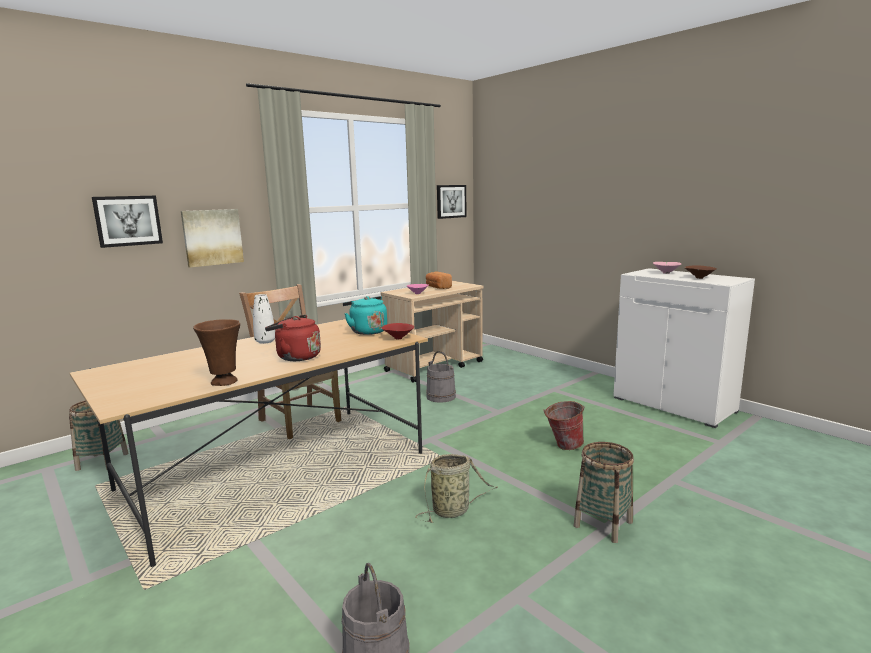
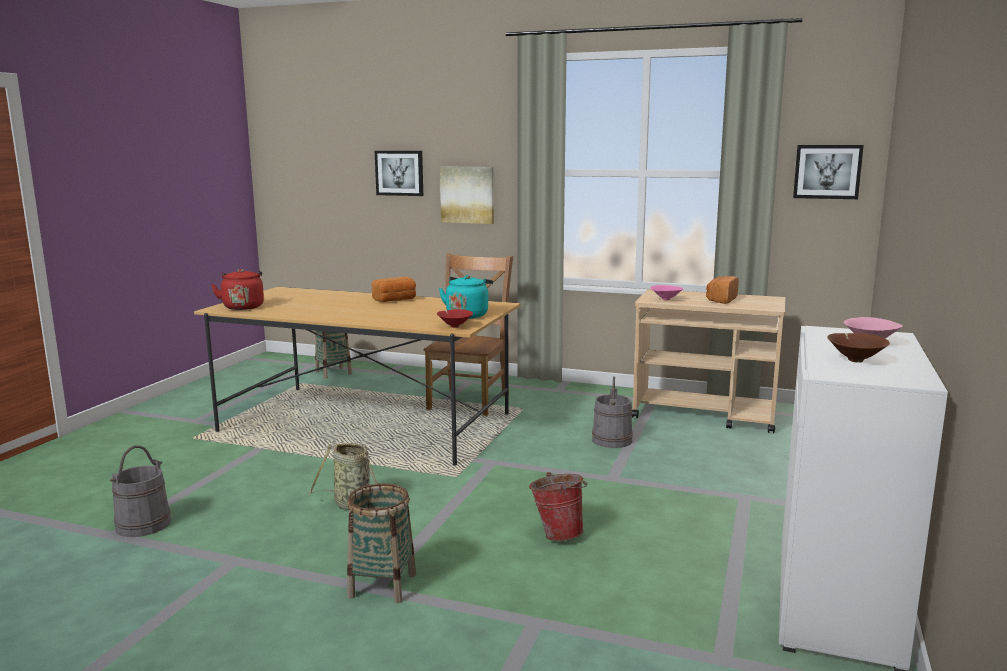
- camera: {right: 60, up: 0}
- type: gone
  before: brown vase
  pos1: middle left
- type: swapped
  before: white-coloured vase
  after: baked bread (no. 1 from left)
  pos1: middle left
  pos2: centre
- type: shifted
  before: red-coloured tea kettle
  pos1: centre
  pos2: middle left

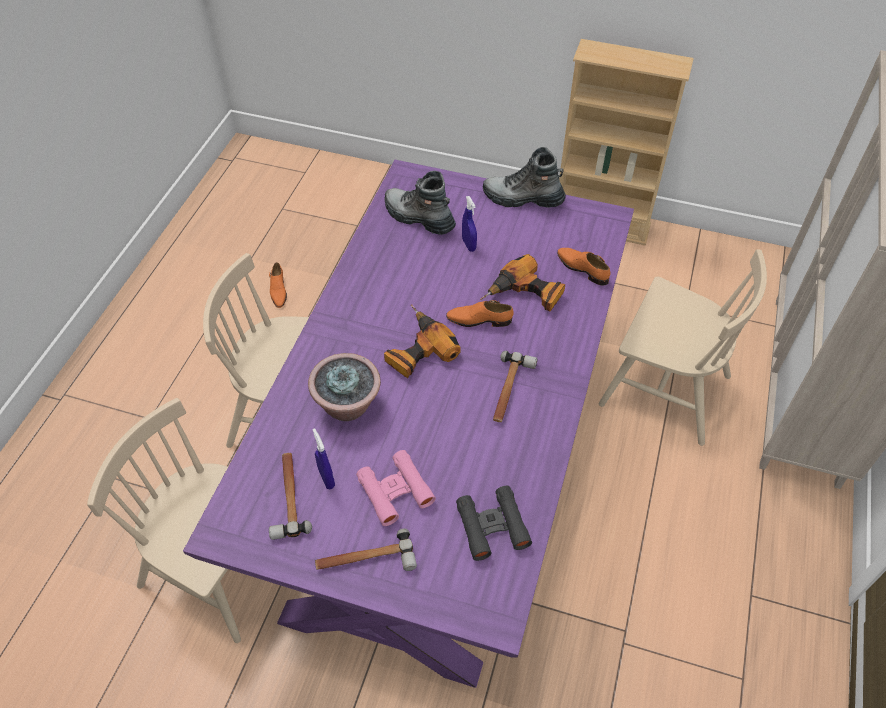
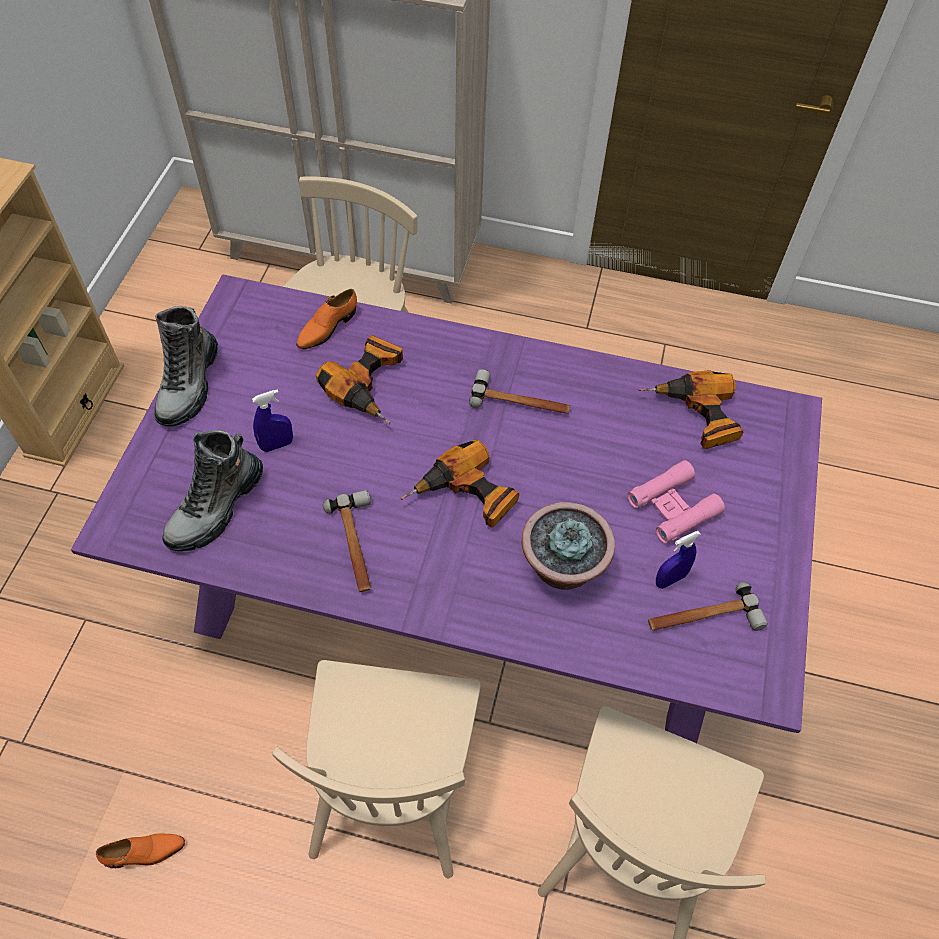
- camera: {right: -95, up: 5}
- type: shifted
  before: hammer (no. 2 from left in the first image)
  after: hammer (no. 1 from left)
  pos1: bottom centre
  pos2: centre
- type: gone
  before: orange-coloured item of footwear (no. 2 from left)
  pos1: centre
- type: swapped
  before: black-coloured pair of binoculars
  after: electric drill (no. 3 from left)
  pos1: bottom centre
  pos2: middle right

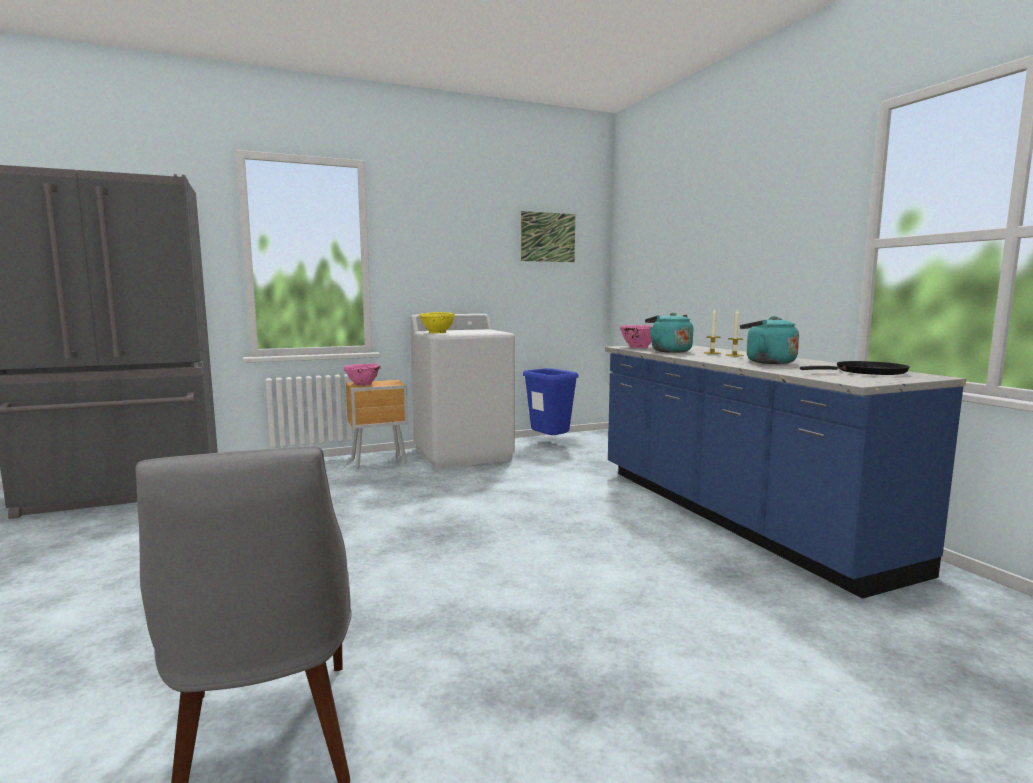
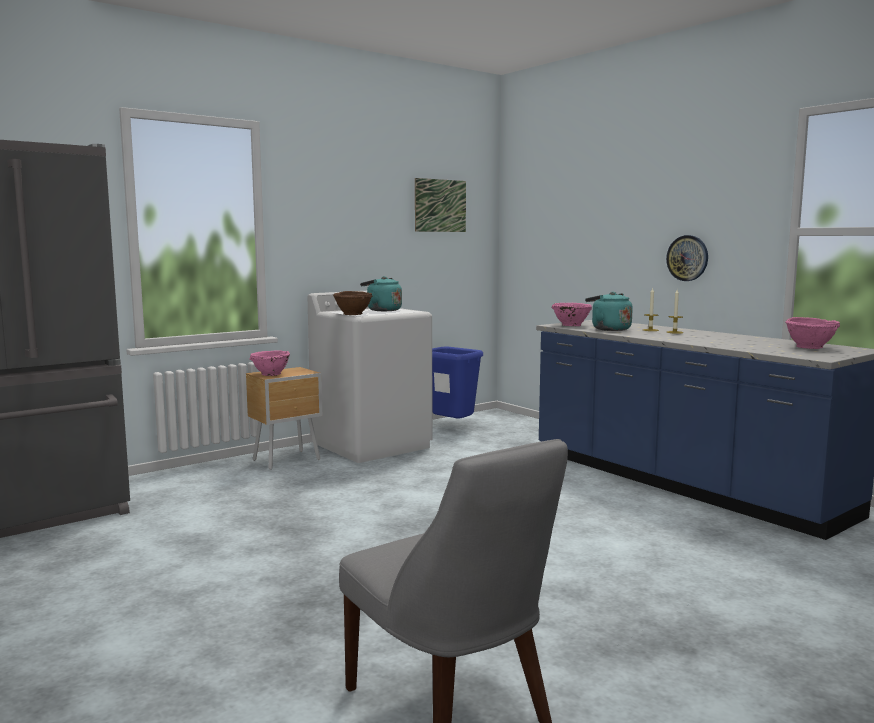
- camera: {right: -15, up: 0}
- type: repainted
  before: yellow-coloured serving bowl
  after: brown serving bowl
  pos1: centre
  pos2: centre
- type: shifted
  before: turquoise-coloured tea kettle (no. 2 from left in the first image)
  after: turquoise-coloured tea kettle (no. 1 from left)
  pos1: middle right
  pos2: centre
- type: swapped
  before: black-coloured skillet
  after: pinkish serving bowl (no. 3 from left)
  pos1: middle right
  pos2: middle right
- type: new
  after: hanging clock
  pos2: middle right

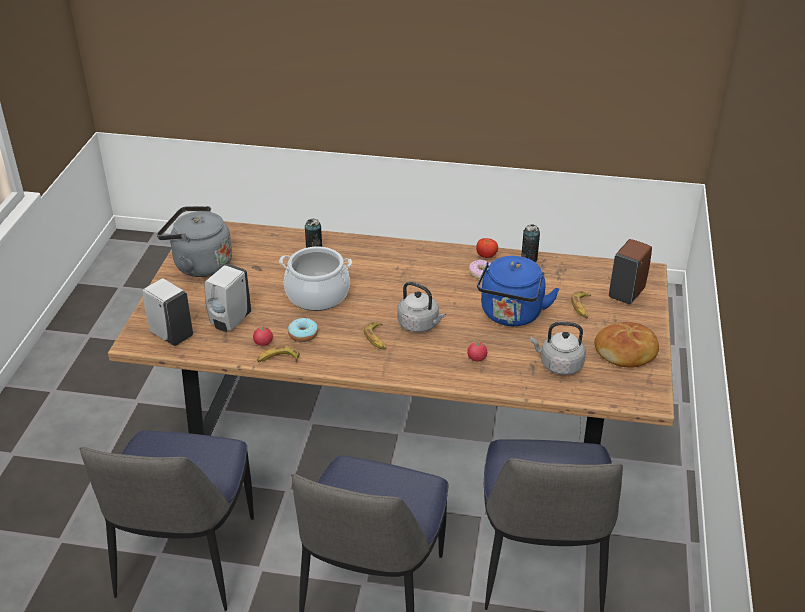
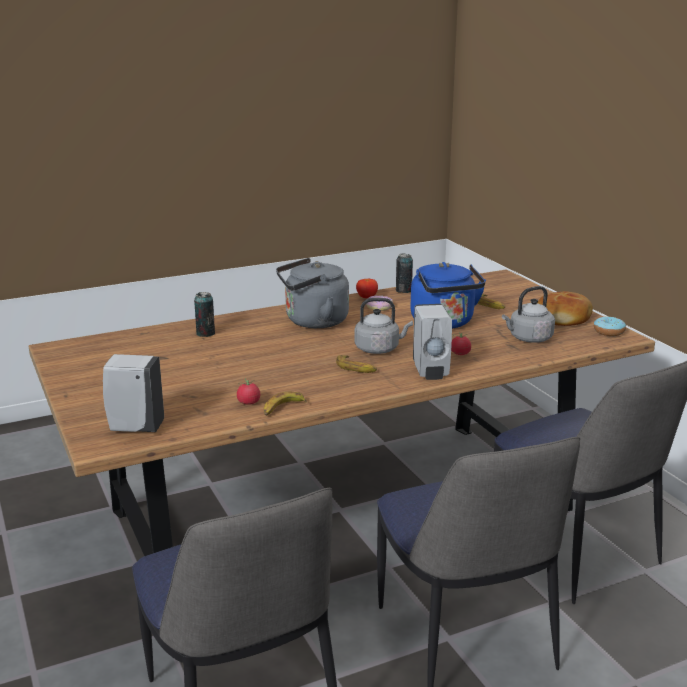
- camera: {right: -35, up: -15}
- type: shifted
  before: greyish tea kettle (no. 1 from left)
  pos1: middle left
  pos2: centre
- type: shifted
  before: white-coloured liquid soap bottle (no. 2 from left)
  pos1: middle left
  pos2: centre
- type: gone
  before: cooking pot
  pos1: centre
- type: shifted
  before: ring doughnut (no. 1 from left in the first image)
  after: ring doughnut (no. 2 from left)
  pos1: centre
  pos2: middle right
- type: gone
  before: brown liquid soap bottle
  pos1: middle right

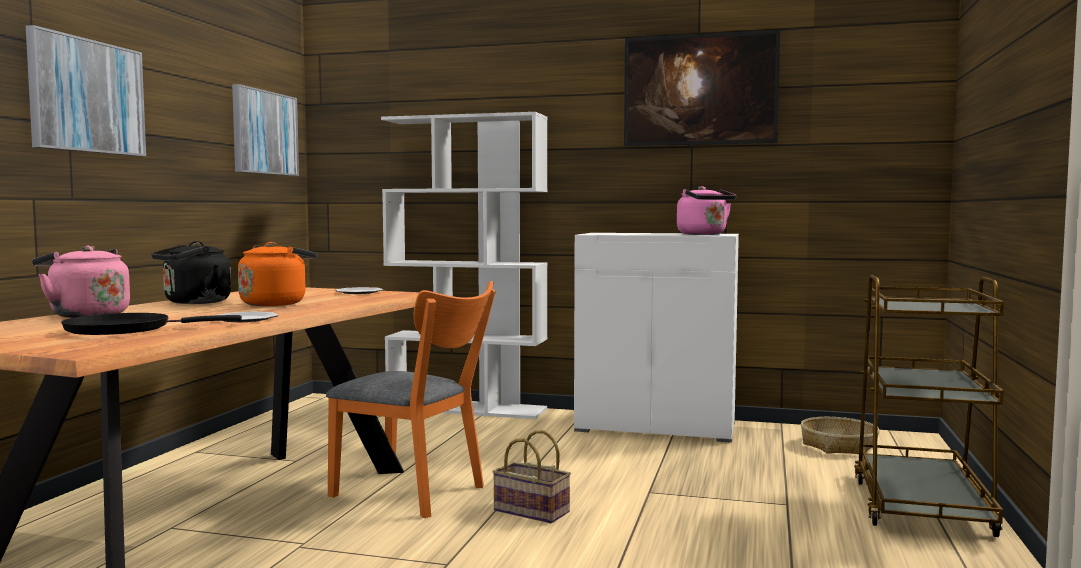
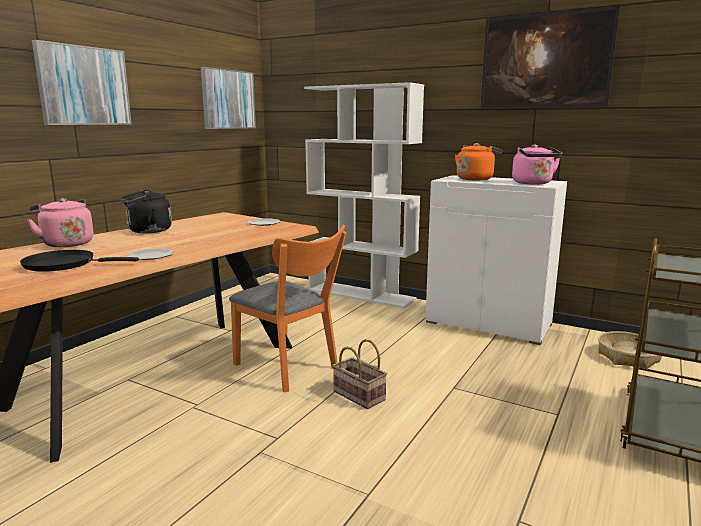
- camera: {right: 15, up: 10}
- type: shifted
  before: orange-coloured tea kettle
  pos1: middle left
  pos2: top right

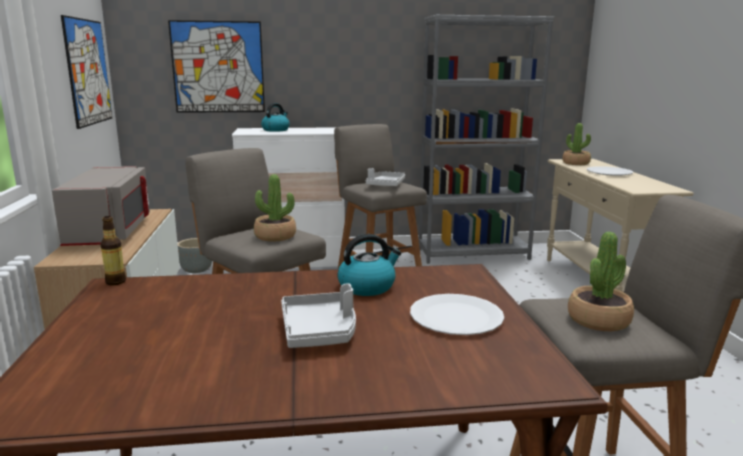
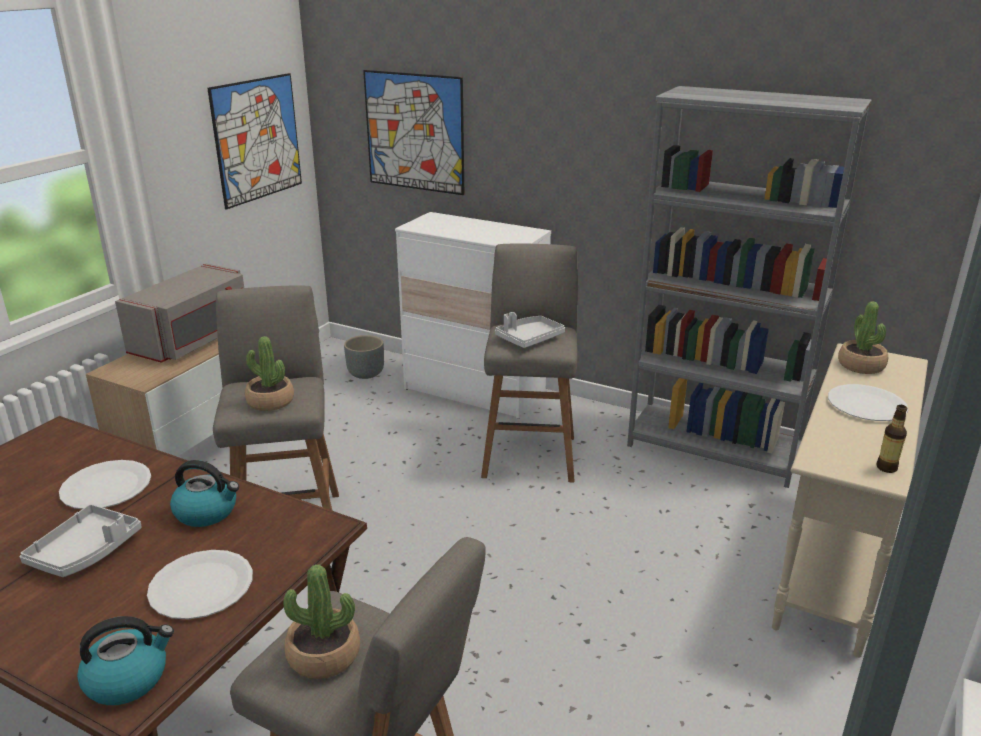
- camera: {right: 35, up: 10}
- type: shifted
  before: bottle
  pos1: middle left
  pos2: middle right
- type: shifted
  before: tea kettle (no. 1 from left)
  pos1: top centre
  pos2: bottom left
- type: new
  after: white-coloured flat dish (no. 1 from left)
  pos2: middle left

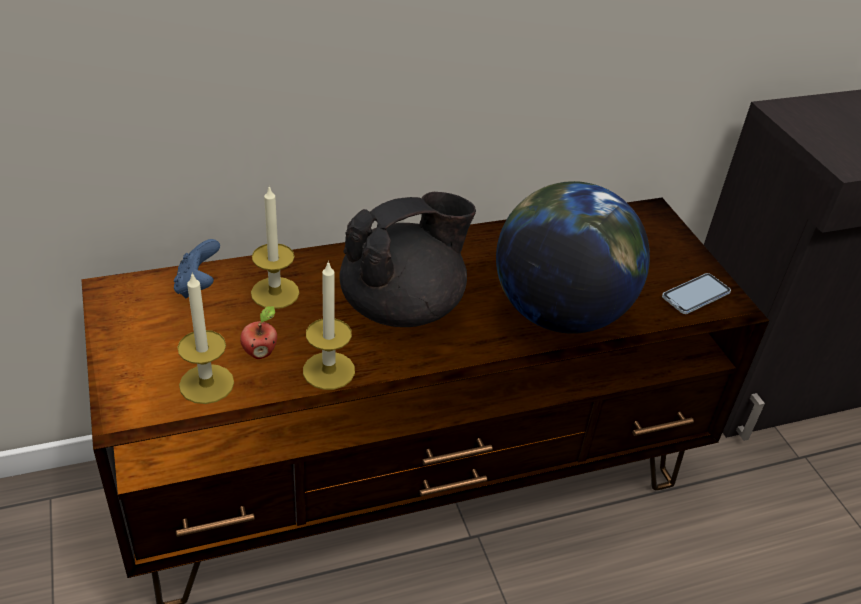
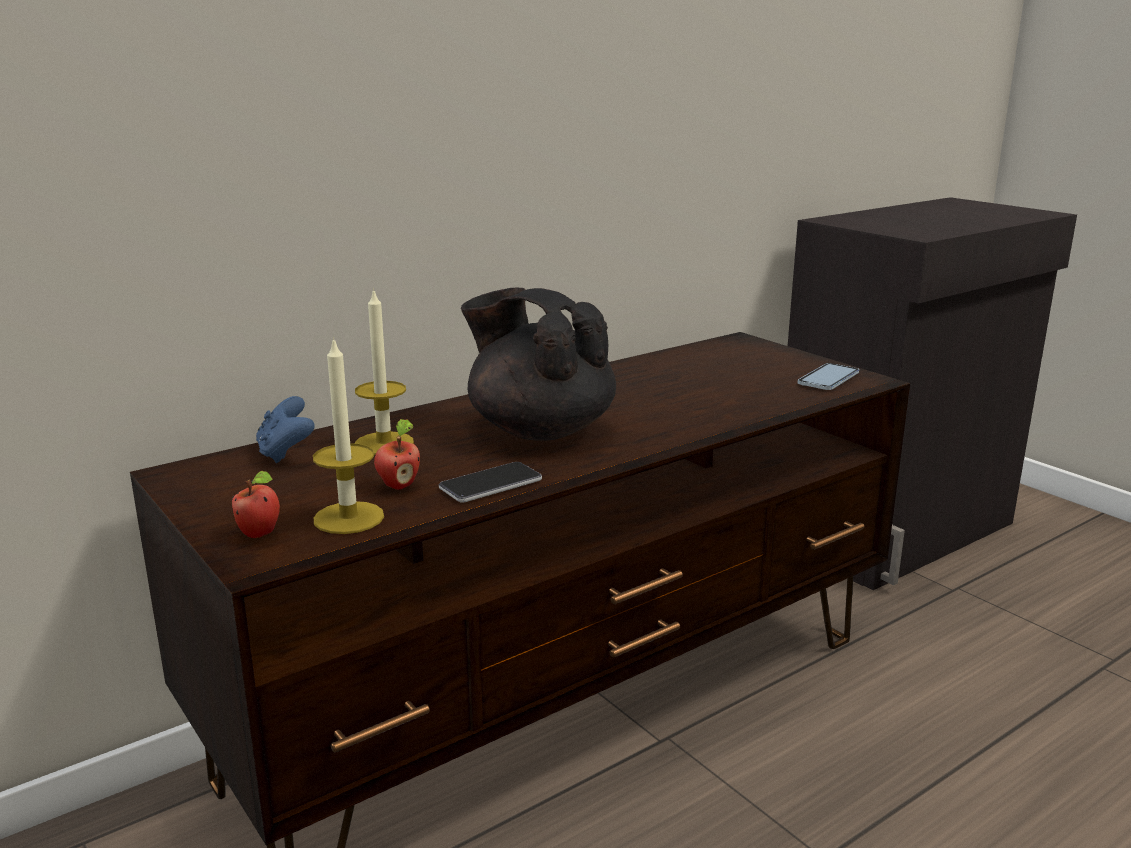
- camera: {right: -15, up: -20}
- type: swapped
  before: wax light (no. 3 from left)
  after: handset (no. 1 from left)
  pos1: centre
  pos2: centre
- type: rotated
  before: black-coloured pot for tea
  pos1: centre
  pos2: centre
  turn: -90
- type: gone
  before: desk globe
  pos1: centre
- type: new
  after: whole apple (no. 1 from left)
  pos2: middle left

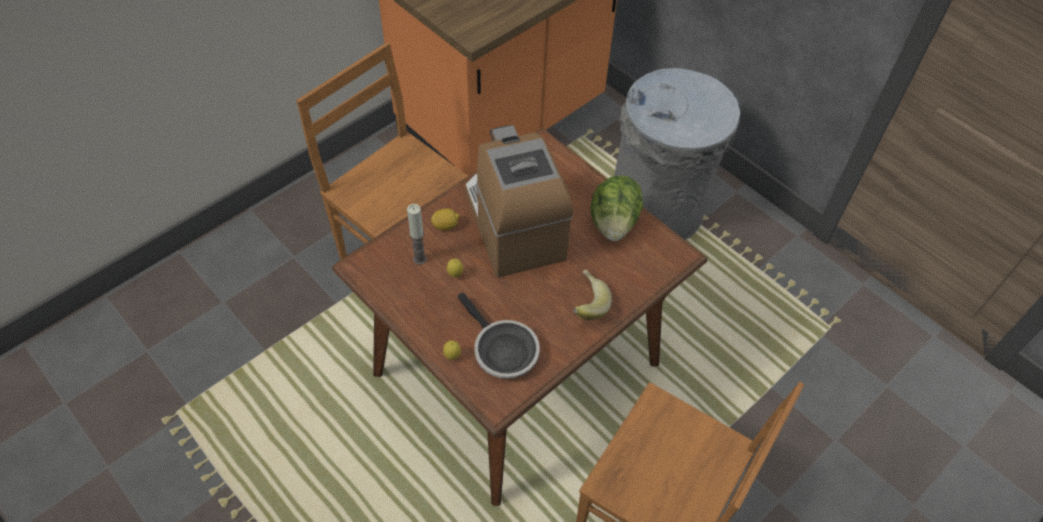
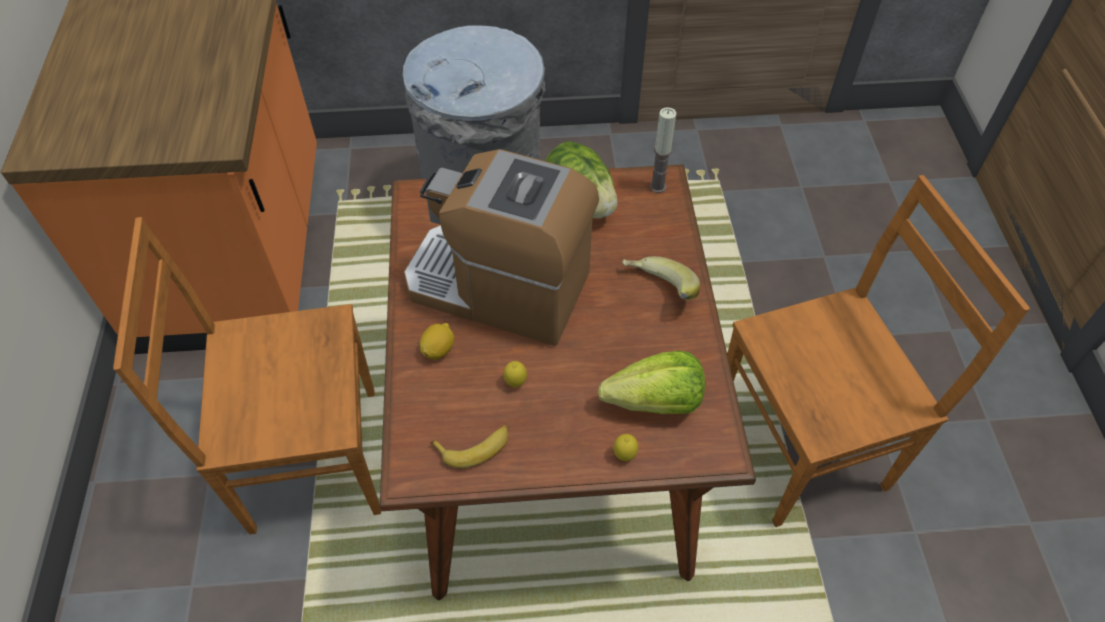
- camera: {right: -50, up: 0}
- type: shifted
  before: wax light
  pos1: centre
  pos2: top centre
- type: swapped
  before: skillet
  after: lettuce (no. 2 from left)
  pos1: centre
  pos2: centre
- type: new
  after: whole banana (no. 1 from left)
  pos2: bottom centre

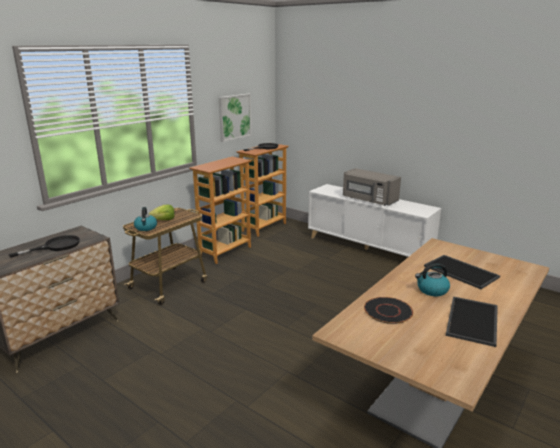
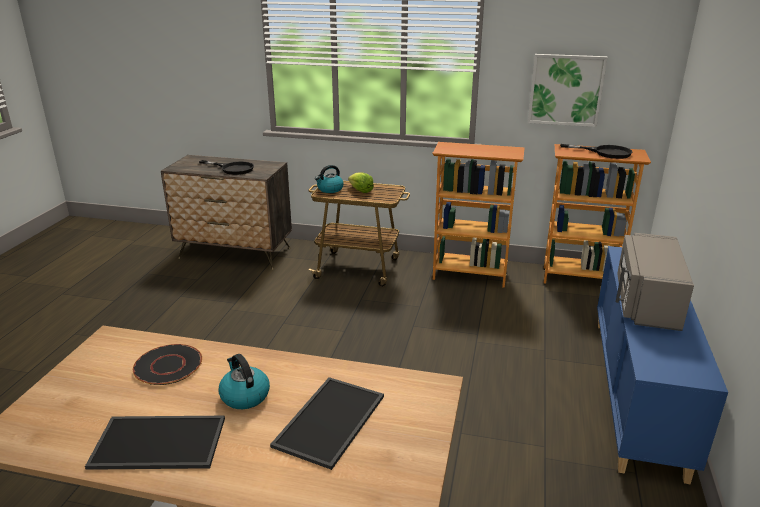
- camera: {right: 65, up: 5}
- type: repainted
  before: white-coloured cupboard
  after: blue cupboard
  pos1: middle right
  pos2: bottom right

